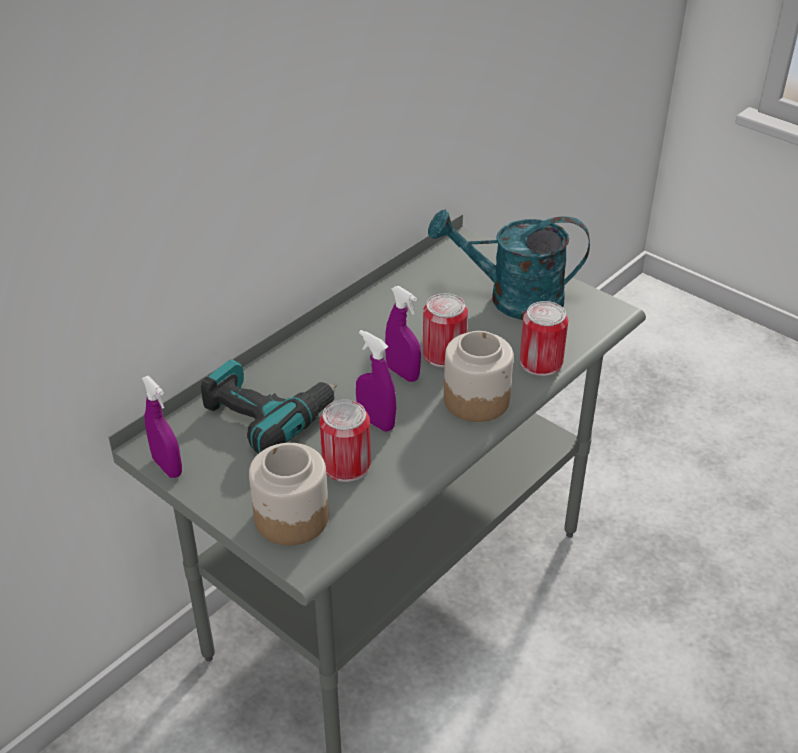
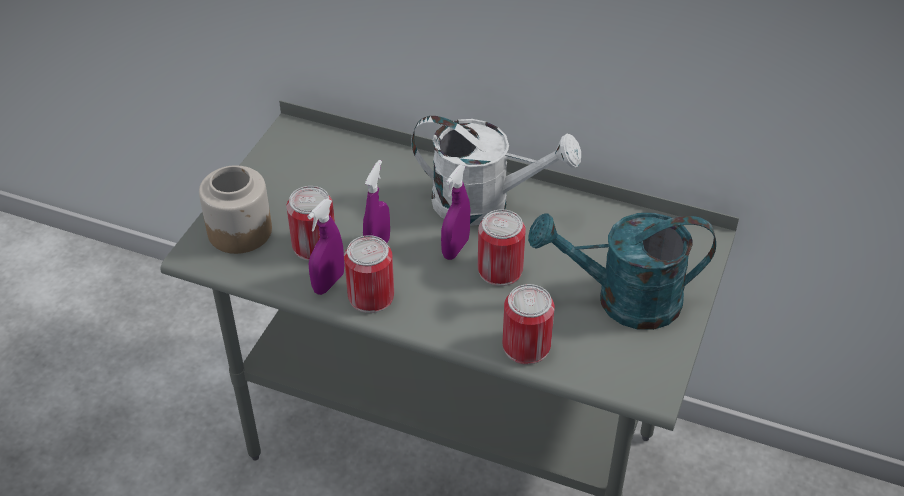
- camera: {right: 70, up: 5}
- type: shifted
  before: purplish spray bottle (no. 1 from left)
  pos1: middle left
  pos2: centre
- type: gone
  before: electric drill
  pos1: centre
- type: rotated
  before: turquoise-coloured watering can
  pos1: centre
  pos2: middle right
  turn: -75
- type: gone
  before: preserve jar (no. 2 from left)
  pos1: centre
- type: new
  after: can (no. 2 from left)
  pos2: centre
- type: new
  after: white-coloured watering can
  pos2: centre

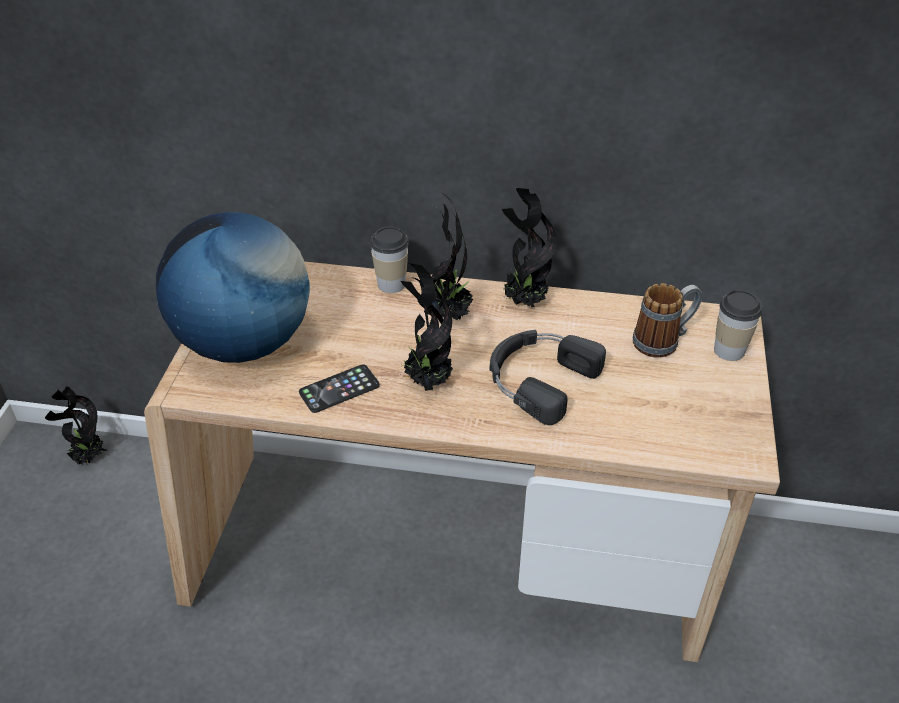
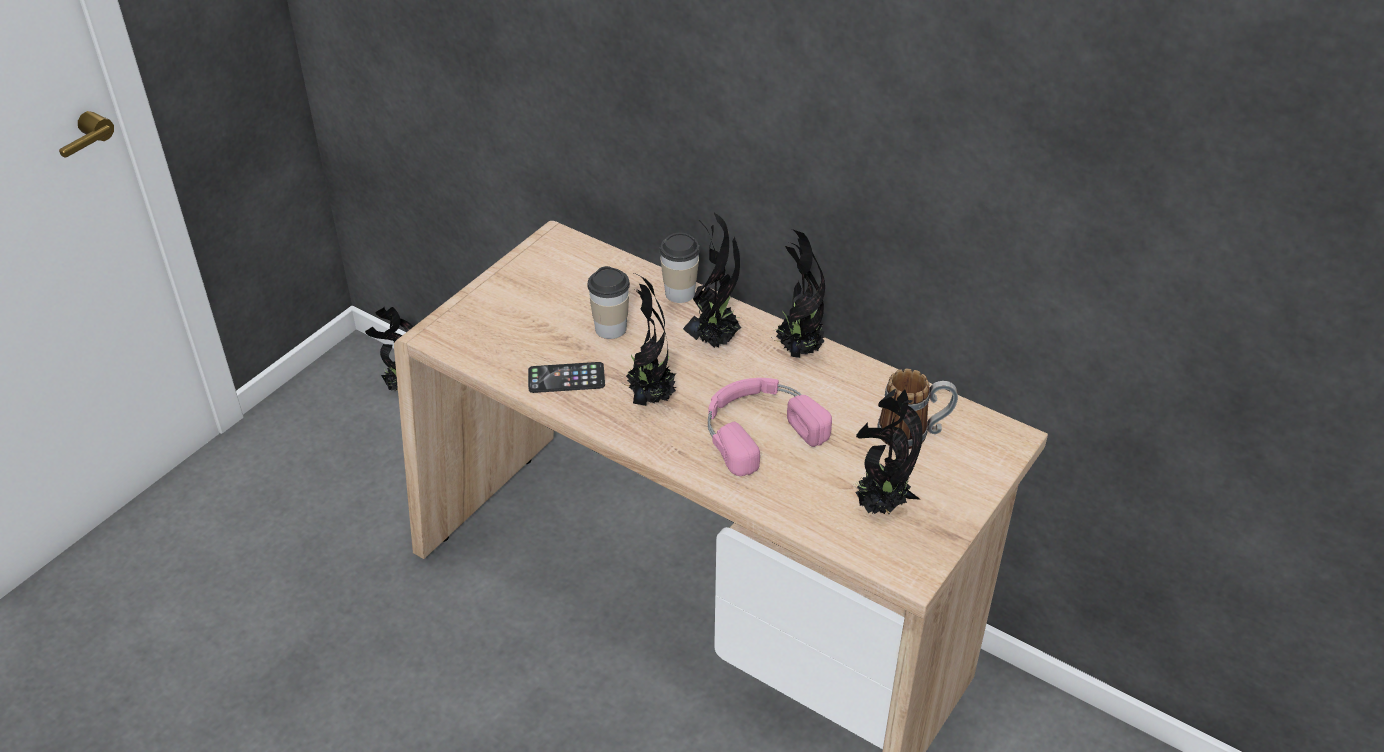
- camera: {right: 25, up: 0}
- type: gone
  before: desk globe
  pos1: middle left
- type: repainted
  before: black-coloured pair of headphones
  after: pinkish pair of headphones
  pos1: centre
  pos2: centre
- type: shifted
  before: cup (no. 2 from left in the first image)
  after: cup (no. 1 from left)
  pos1: middle right
  pos2: centre
- type: new
  after: potted plant (no. 5 from left)
  pos2: centre

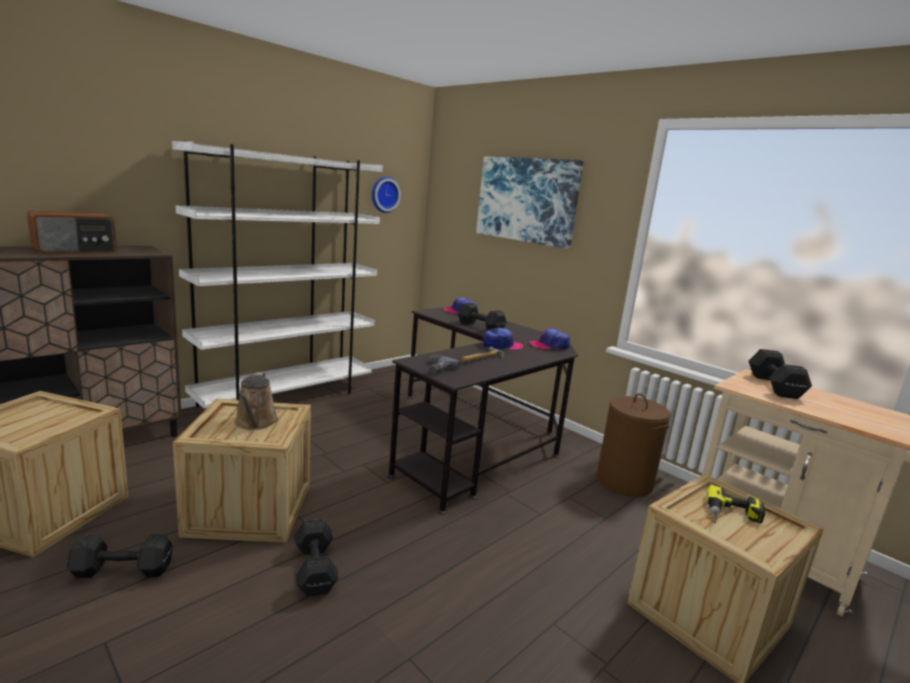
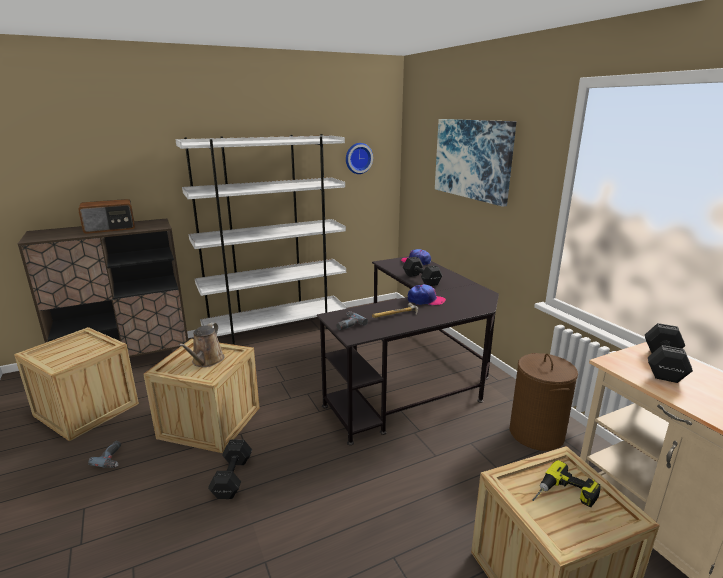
- camera: {right: 20, up: 5}
- type: swapped
  before: black-coloured free weight (no. 1 from left)
  after: electric drill (no. 1 from left)
  pos1: bottom left
  pos2: bottom left
- type: gone
  before: peaked cap (no. 3 from left)
  pos1: centre

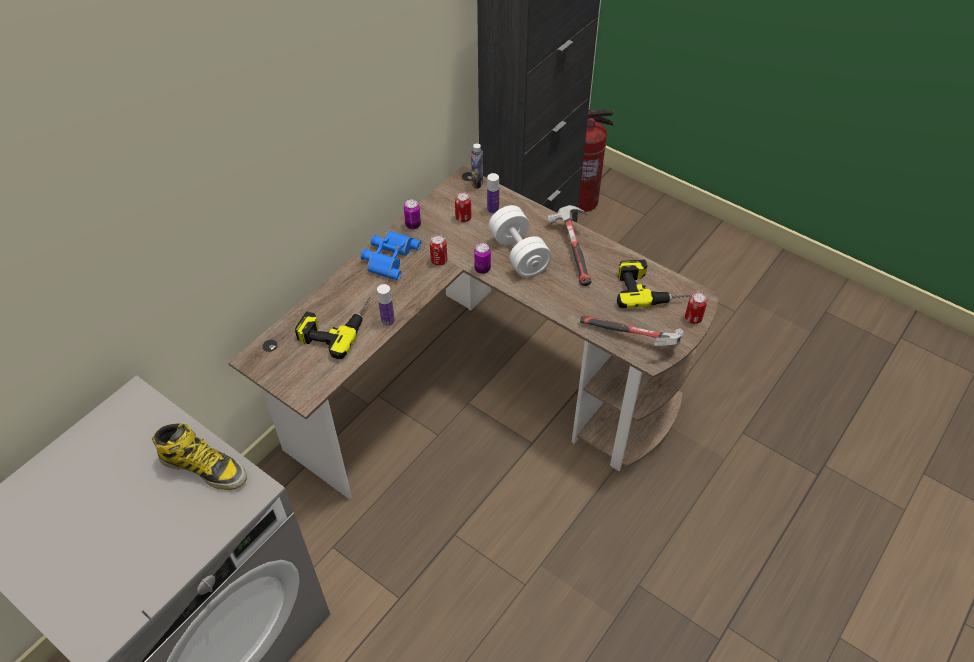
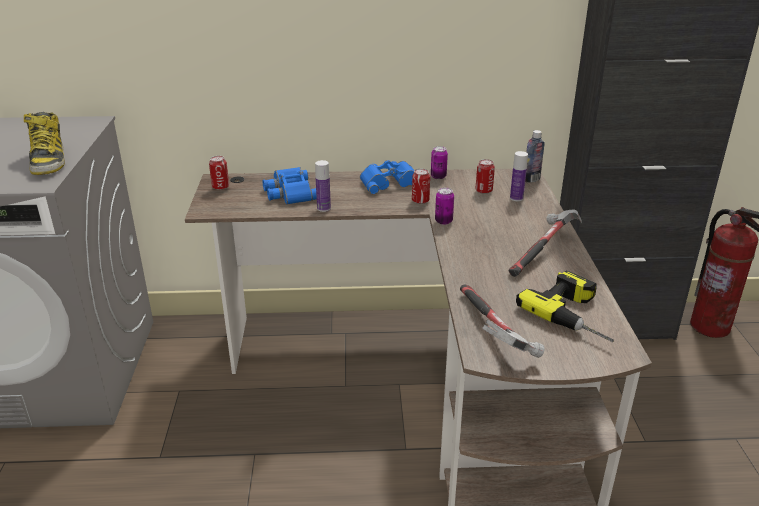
- camera: {right: 50, up: -20}
- type: swapped
  before: electric drill (no. 1 from left)
  after: blue pair of binoculars (no. 1 from left)
  pos1: centre
  pos2: centre
- type: gone
  before: white-coloured free weight
  pos1: centre
- type: shifted
  before: can (no. 5 from left in the first image)
  after: can (no. 1 from left)
  pos1: middle right
  pos2: middle left

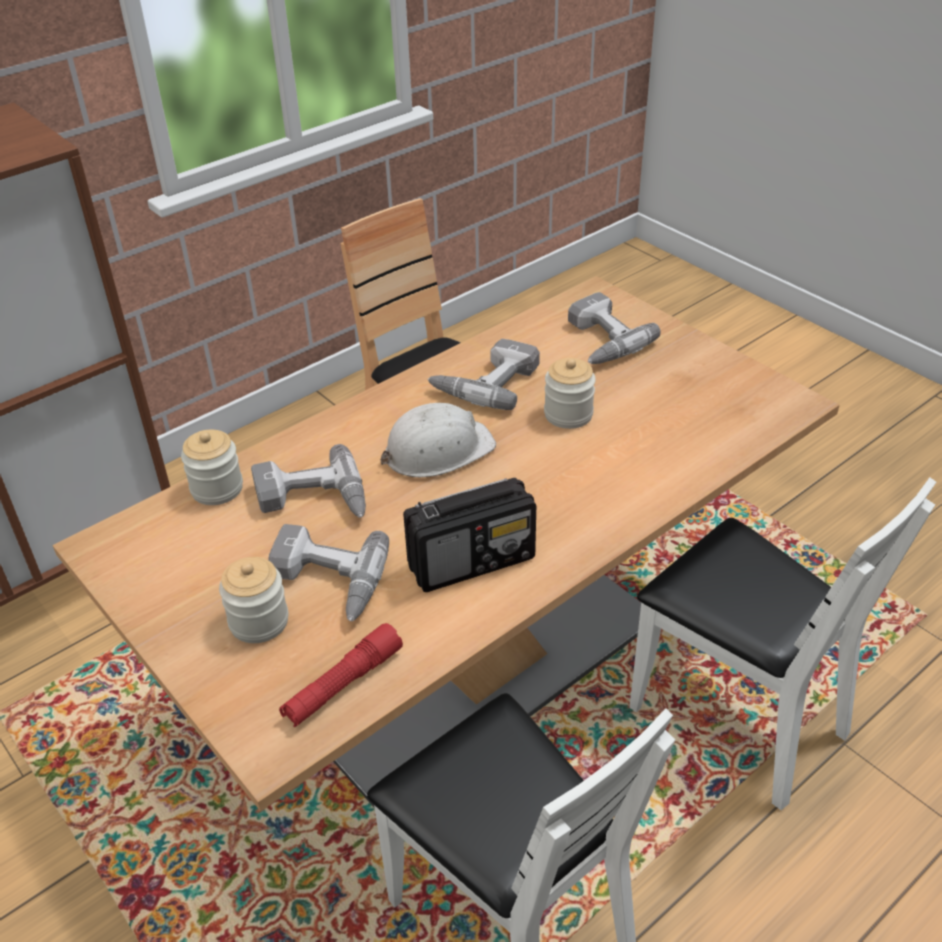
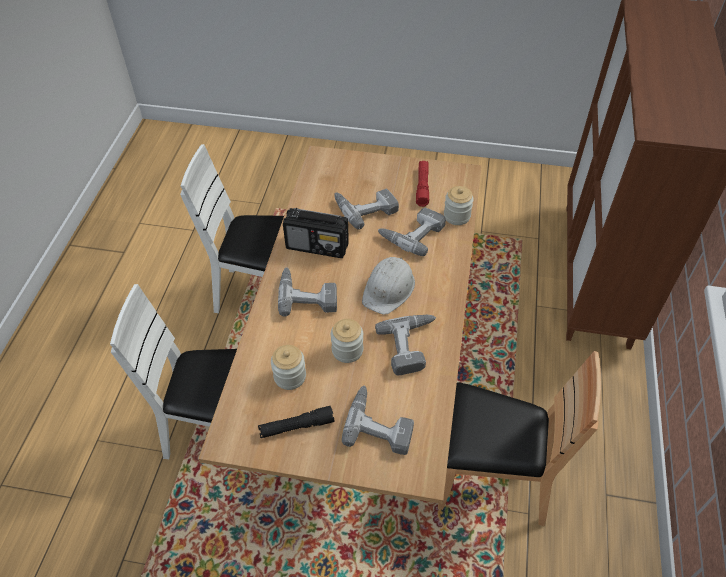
- camera: {right: 140, up: 10}
- type: shifted
  before: preserve jar (no. 2 from left in the first image)
  after: preserve jar (no. 1 from left)
  pos1: middle left
  pos2: centre
- type: shifted
  before: red-coloured torch
  pos1: bottom centre
  pos2: top centre
- type: rotated
  before: radio
  pos1: centre
  pos2: centre
  turn: -105
- type: new
  after: black-coloured torch
  pos2: bottom centre
- type: new
  after: electric drill (no. 1 from left)
  pos2: centre

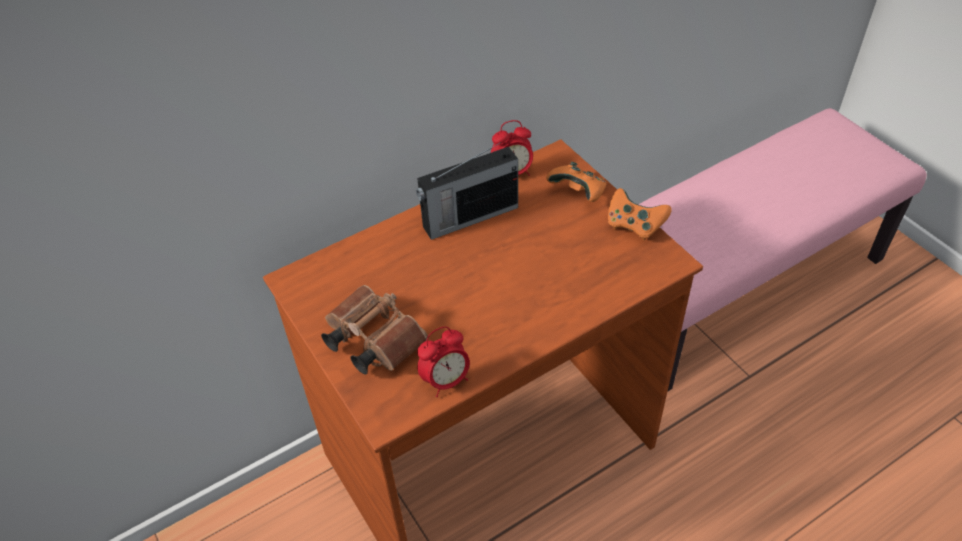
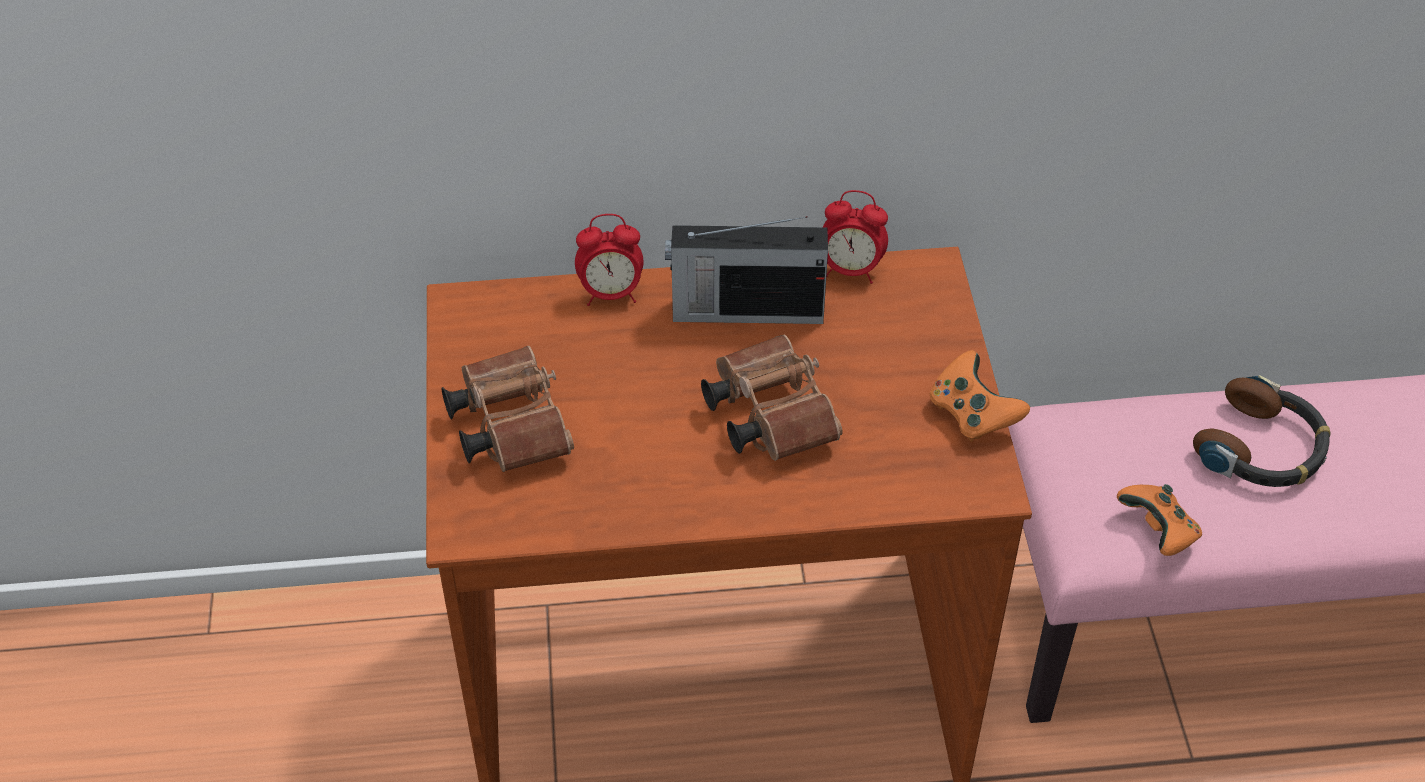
- camera: {right: 25, up: 0}
- type: shifted
  before: bedside clock (no. 1 from left)
  pos1: bottom centre
  pos2: top centre
- type: shifted
  before: orange-coloured game controller (no. 1 from left in the first image)
  after: orange-coloured game controller (no. 2 from left)
  pos1: centre
  pos2: middle right
- type: new
  after: brown pair of binoculars (no. 2 from left)
  pos2: centre
- type: new
  after: pair of headphones
  pos2: middle right

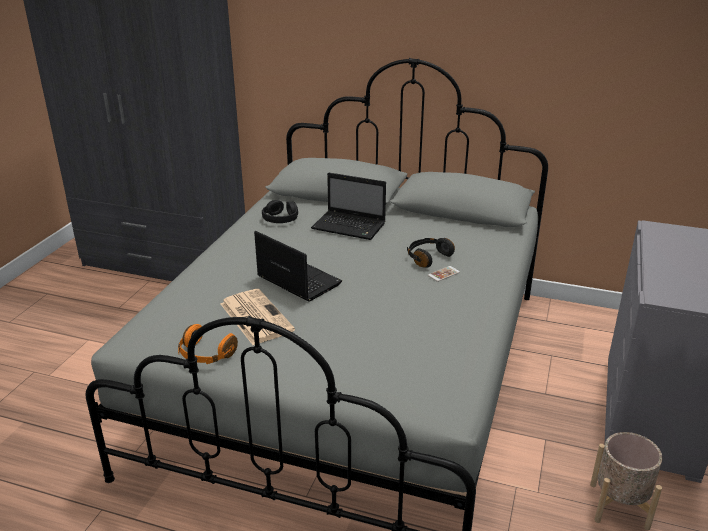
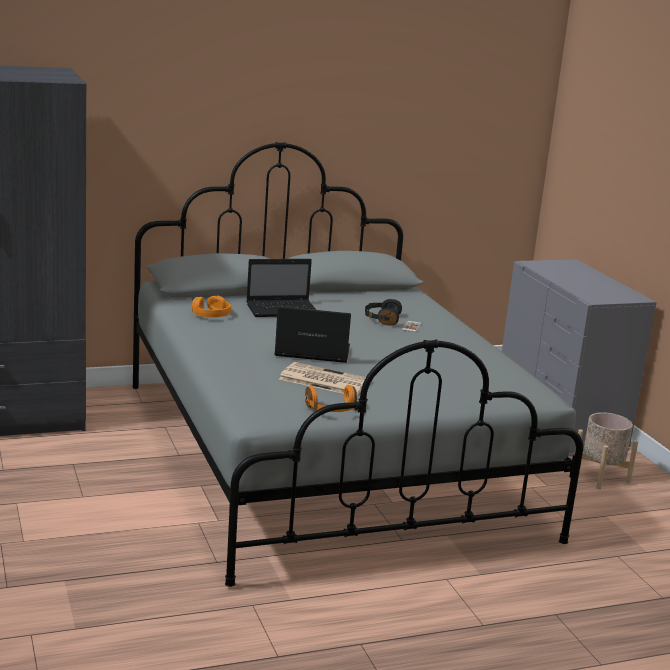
- camera: {right: -40, up: -10}
- type: repainted
  before: black-coloured pair of headphones (no. 1 from left)
  after: orange-coloured pair of headphones (no. 1 from left)
  pos1: centre
  pos2: middle left

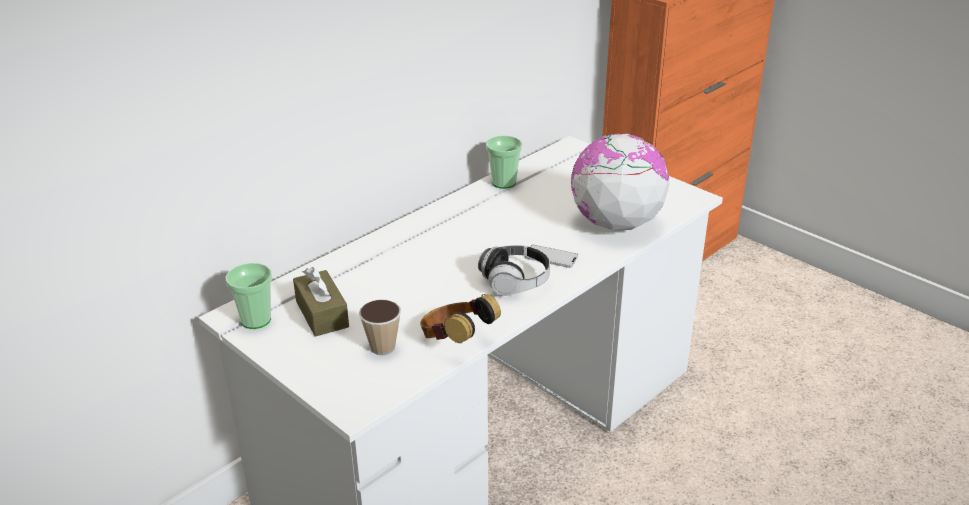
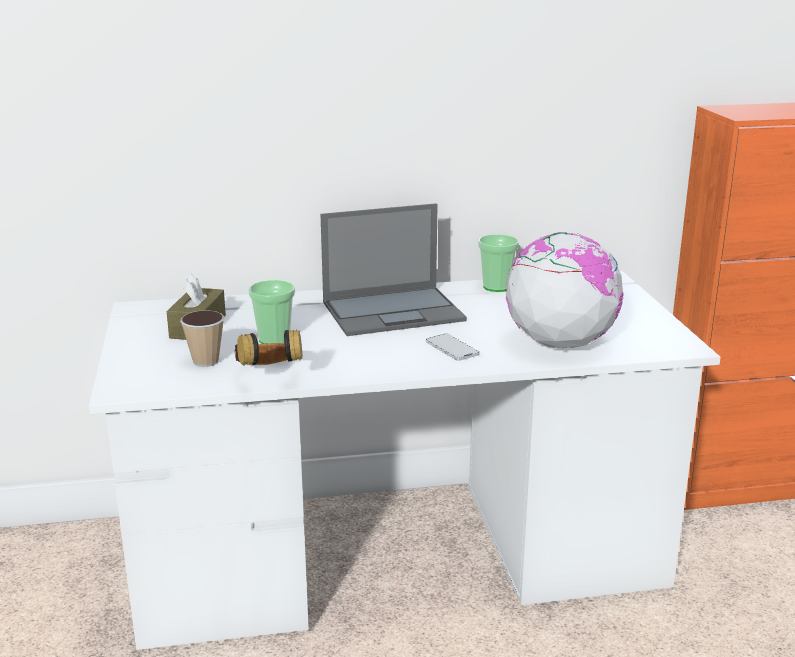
- camera: {right: 35, up: -10}
- type: shifted
  before: cup (no. 1 from left in the first image)
  after: cup (no. 2 from left)
  pos1: middle left
  pos2: centre
- type: gone
  before: pair of headphones (no. 2 from left)
  pos1: centre
- type: new
  after: laptop
  pos2: centre

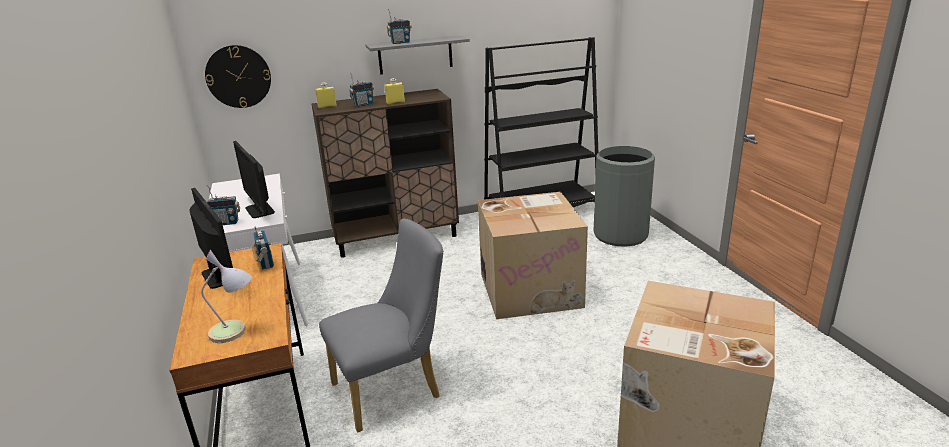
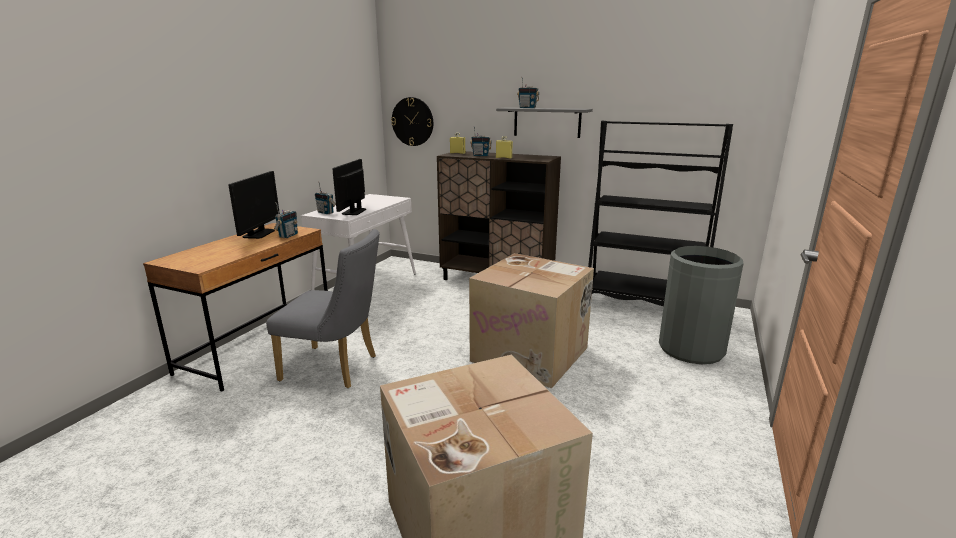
- camera: {right: 40, up: -5}
- type: gone
  before: lamp for a table
  pos1: middle left

